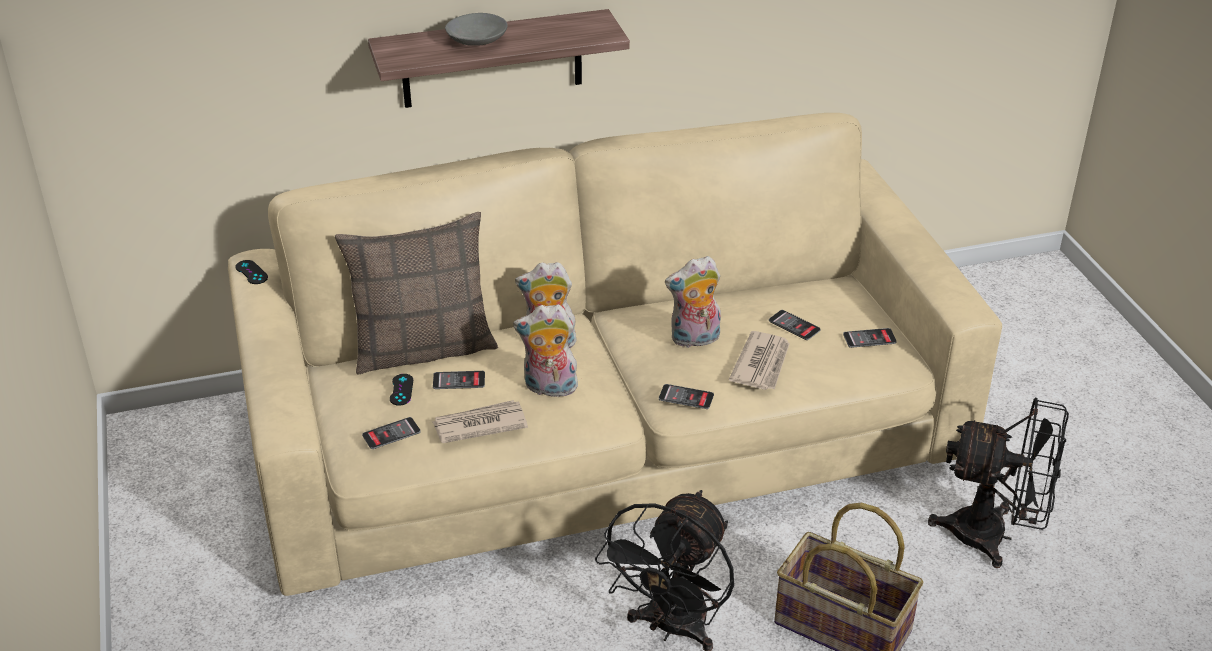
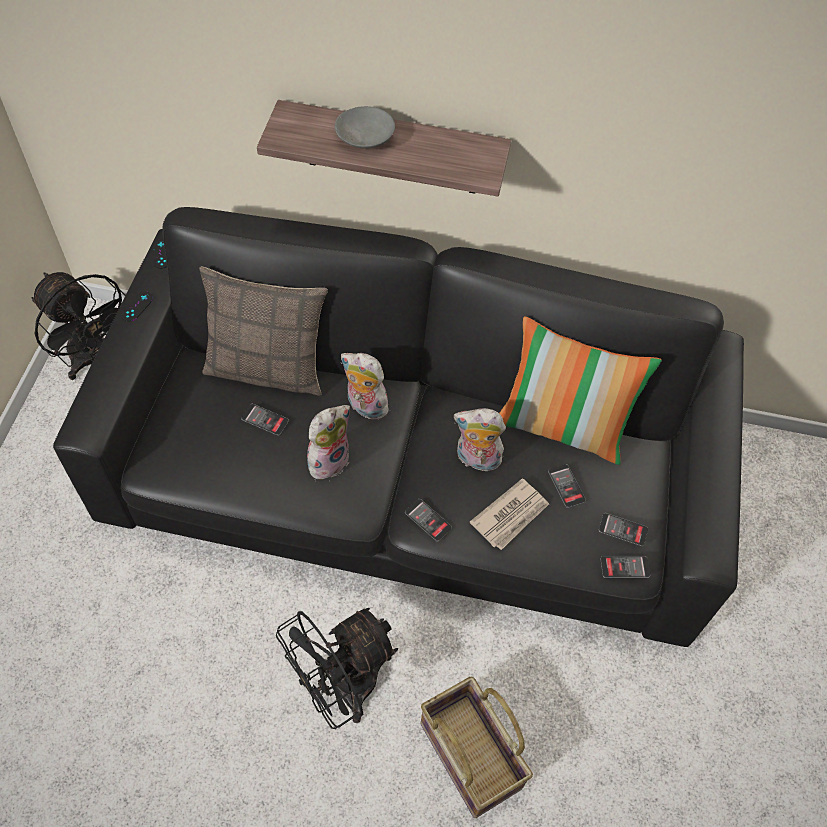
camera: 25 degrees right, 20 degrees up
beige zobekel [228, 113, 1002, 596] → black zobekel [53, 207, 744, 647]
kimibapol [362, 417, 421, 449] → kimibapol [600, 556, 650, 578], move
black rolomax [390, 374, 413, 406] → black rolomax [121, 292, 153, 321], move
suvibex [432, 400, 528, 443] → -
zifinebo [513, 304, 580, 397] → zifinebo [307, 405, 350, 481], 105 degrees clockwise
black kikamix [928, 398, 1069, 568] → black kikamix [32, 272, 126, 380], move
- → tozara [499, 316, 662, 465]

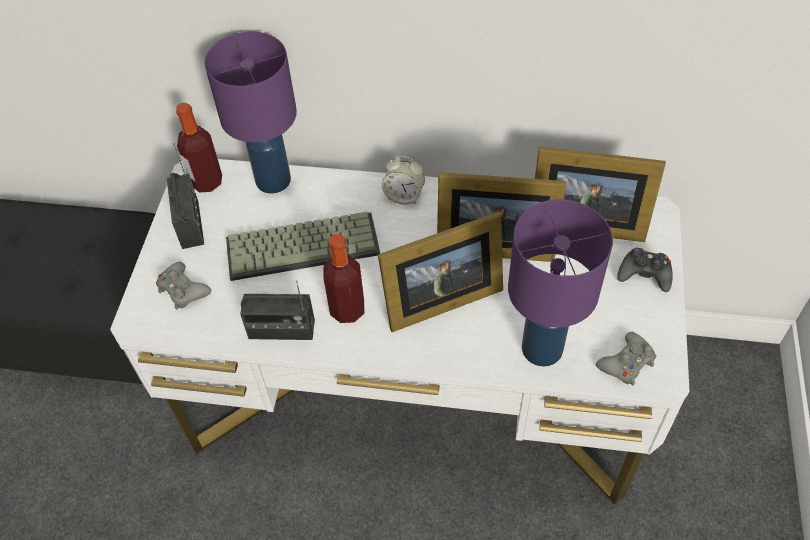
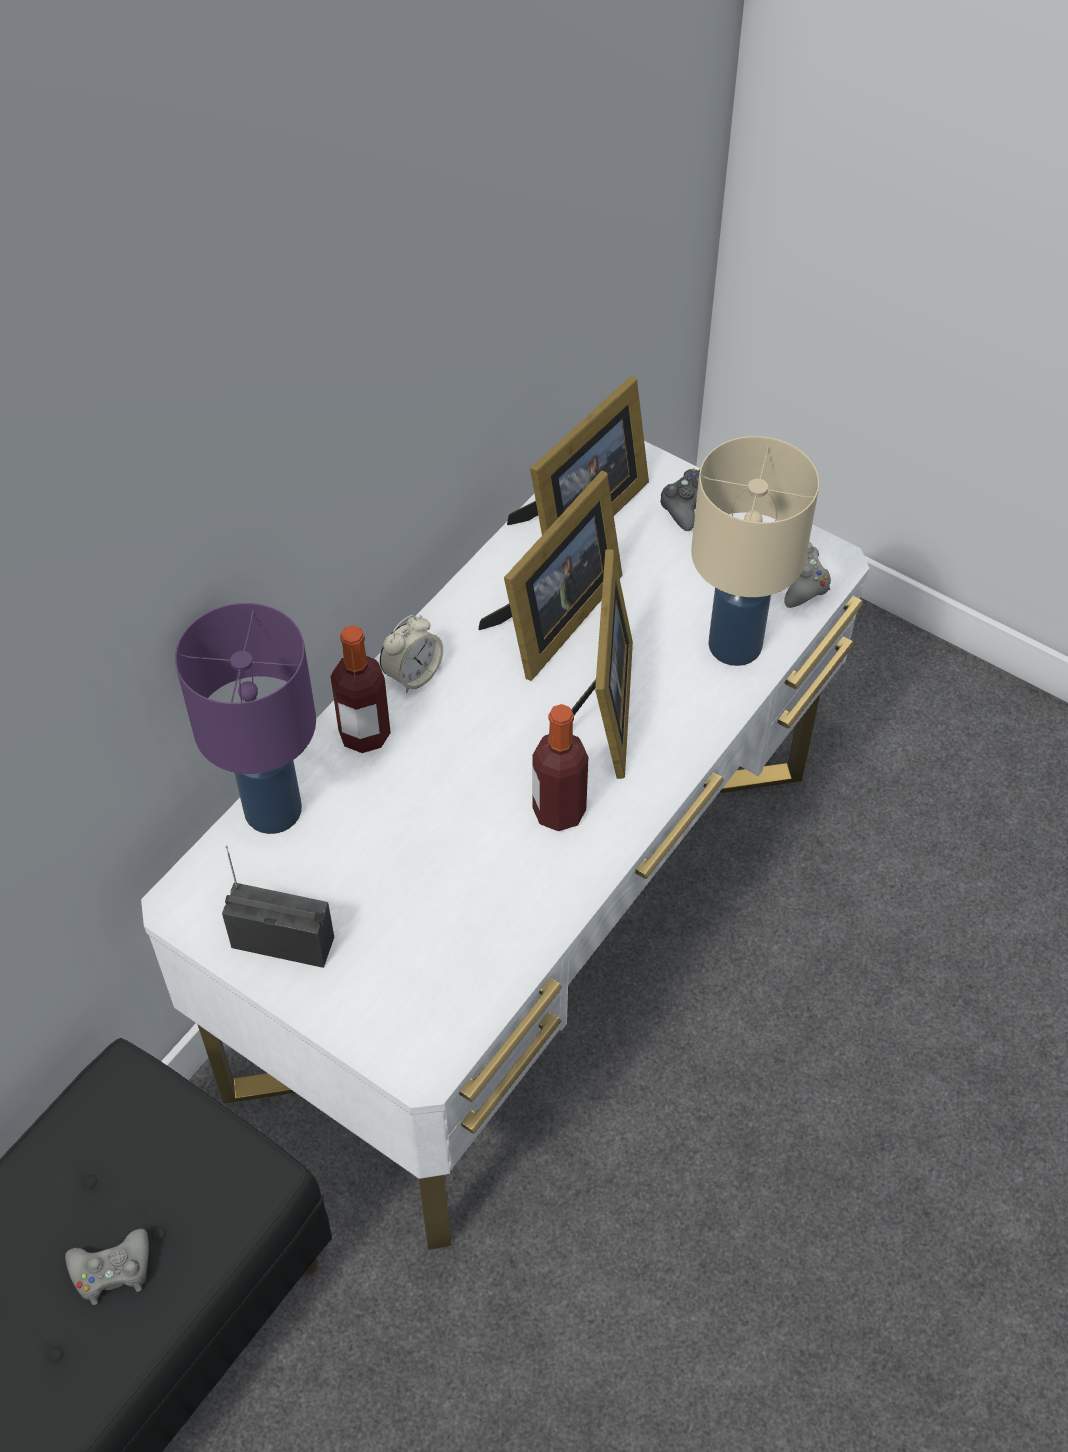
camera: 65 degrees left, 0 degrees up
grey rolomax [156, 262, 211, 310] → grey rolomax [65, 1229, 149, 1305], move
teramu [176, 103, 222, 192] → teramu [331, 625, 391, 753], move
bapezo [226, 212, 380, 281] → -
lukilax [240, 281, 315, 340] → -
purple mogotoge [508, 199, 613, 367] → beige mogotoge [691, 436, 819, 666]

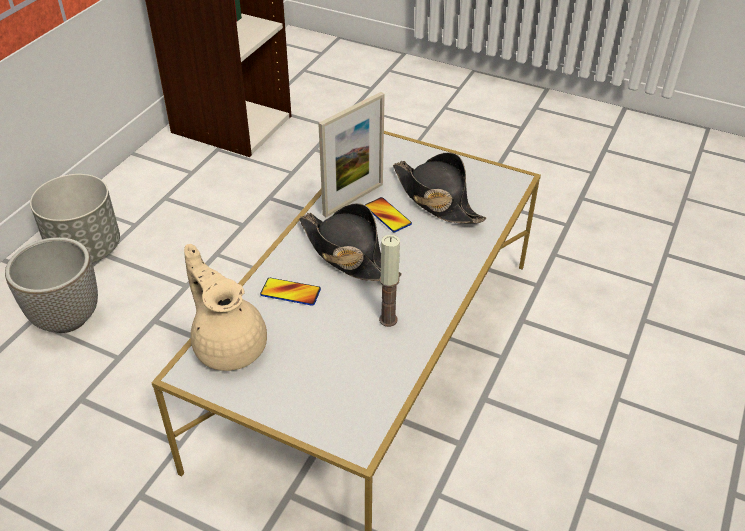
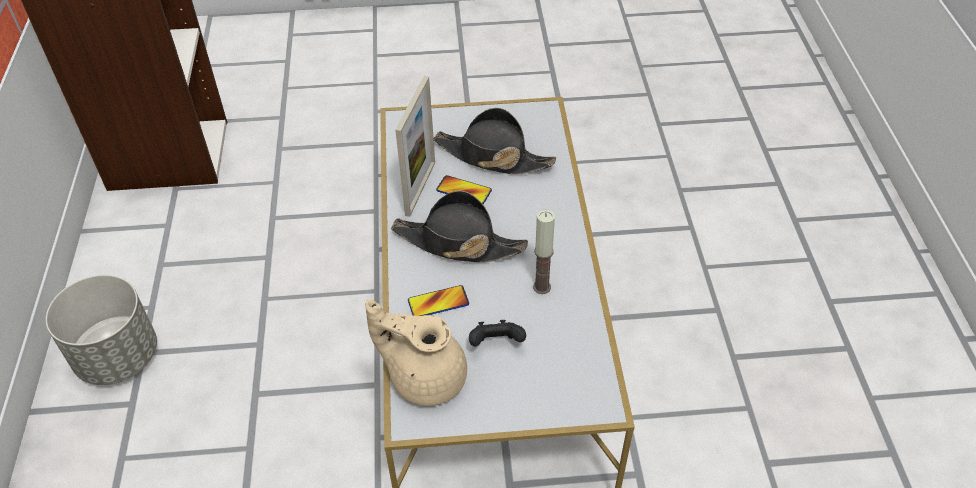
camera: 30 degrees left, 5 degrees up
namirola [5, 237, 98, 333] → -
- → black rolomax [469, 320, 526, 347]

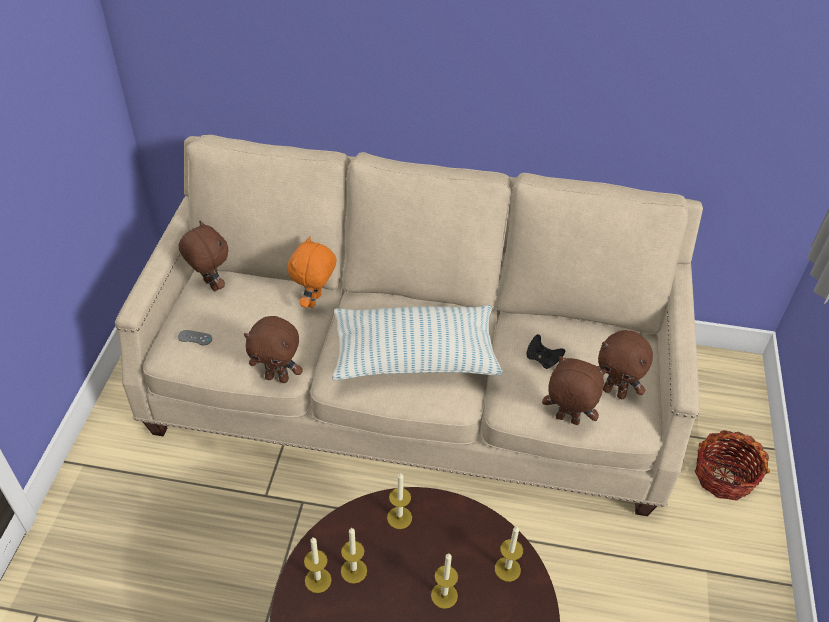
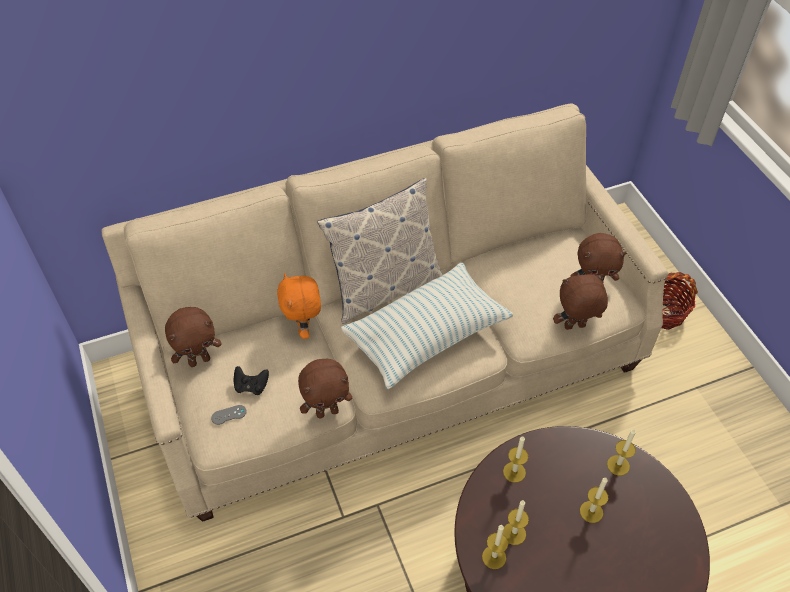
camera: 30 degrees left, 5 degrees up
brown zifinebo [178, 221, 228, 291] → brown zifinebo [165, 307, 221, 367], 135 degrees clockwise
black rolomax [526, 334, 565, 369] → black rolomax [234, 366, 269, 395], move
- → tozara [317, 178, 443, 324]

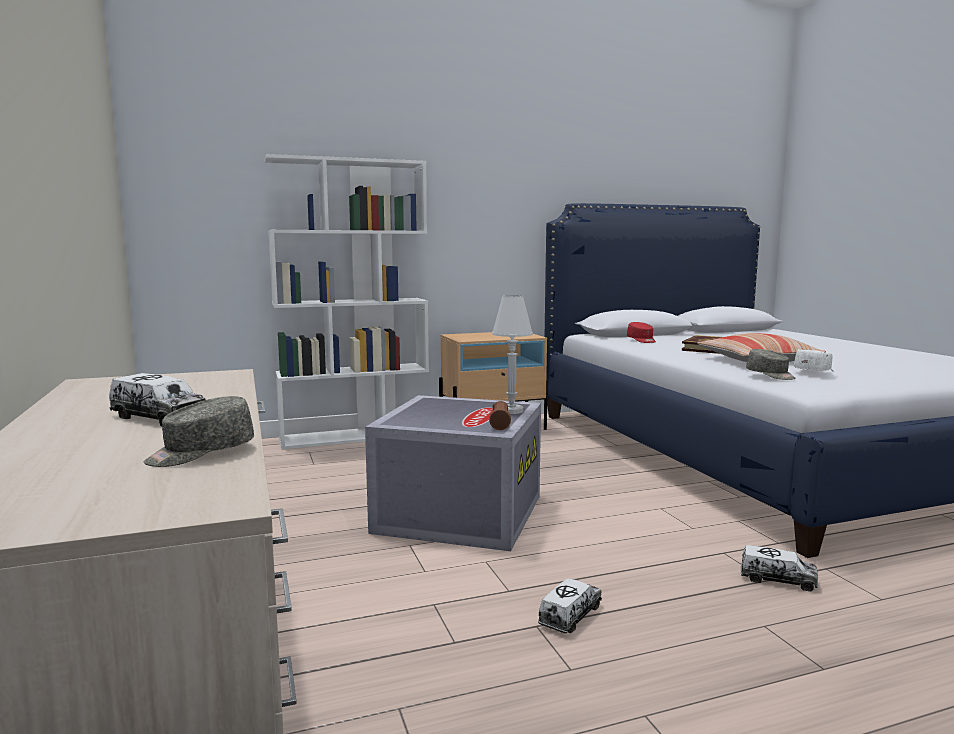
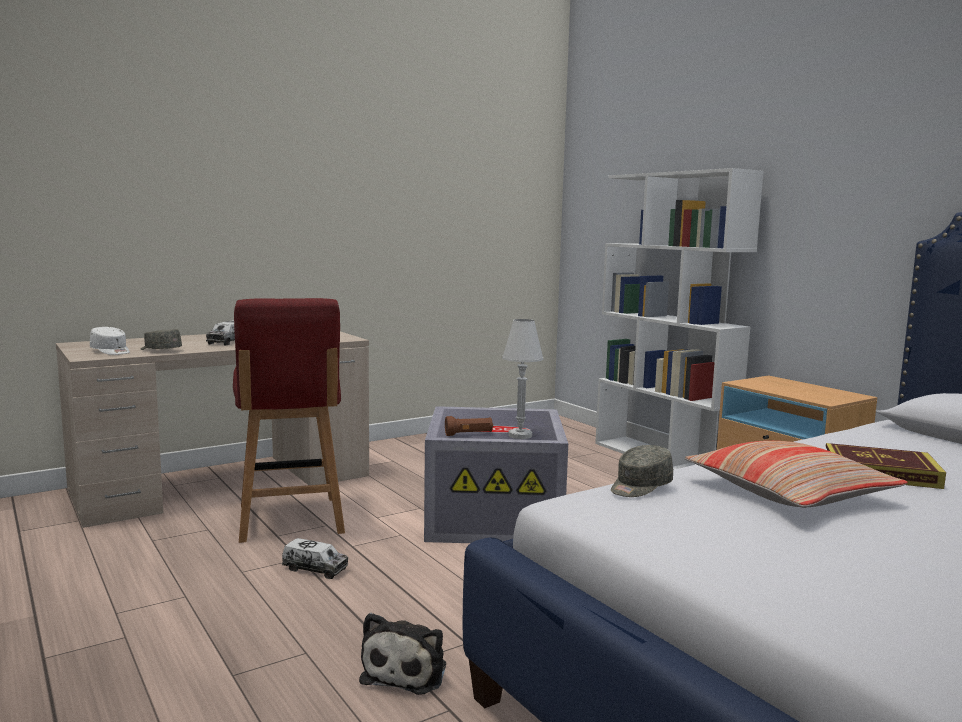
camera: 75 degrees right, 0 degrees up
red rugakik [627, 322, 656, 343] → -
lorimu [741, 545, 818, 591] → zifinebo [359, 613, 446, 695]
white rugakik [794, 349, 834, 372] → white rugakik [90, 327, 130, 355], move
- → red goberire [233, 298, 345, 543]

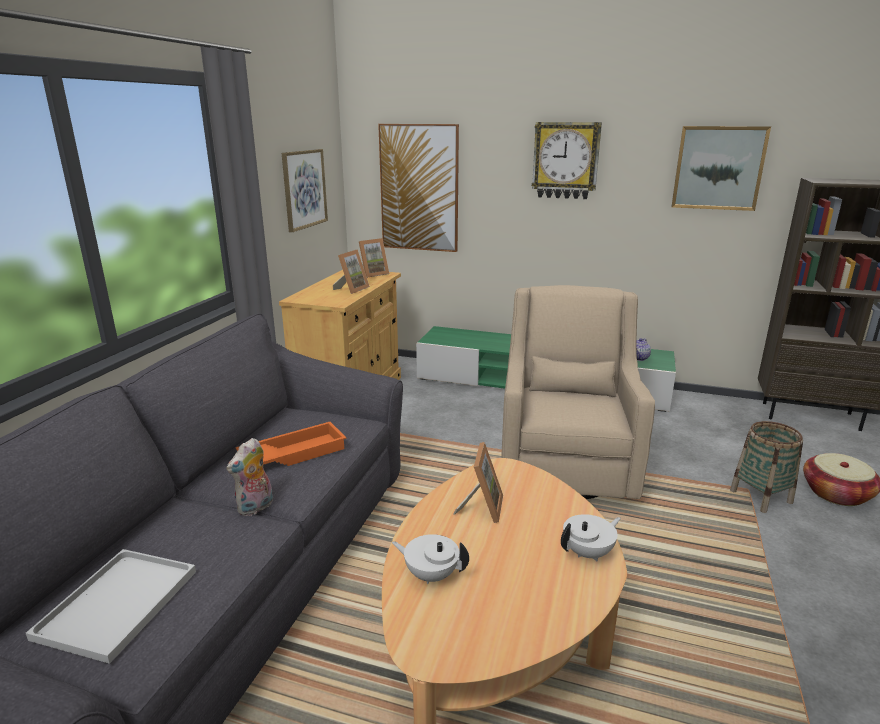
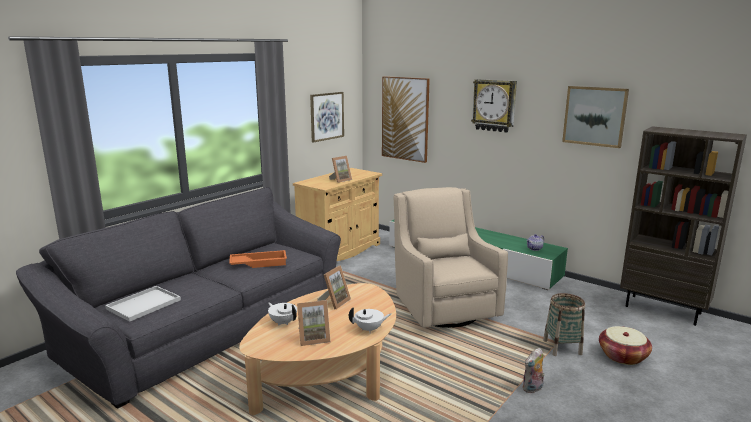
camera: 20 degrees right, 5 degrees down
zifinebo [227, 438, 273, 516] → zifinebo [523, 348, 544, 393], move
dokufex [359, 238, 389, 278] → dokufex [297, 300, 330, 346], move
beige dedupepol [501, 285, 655, 499] → beige dedupepol [394, 187, 508, 328], 45 degrees counterclockwise

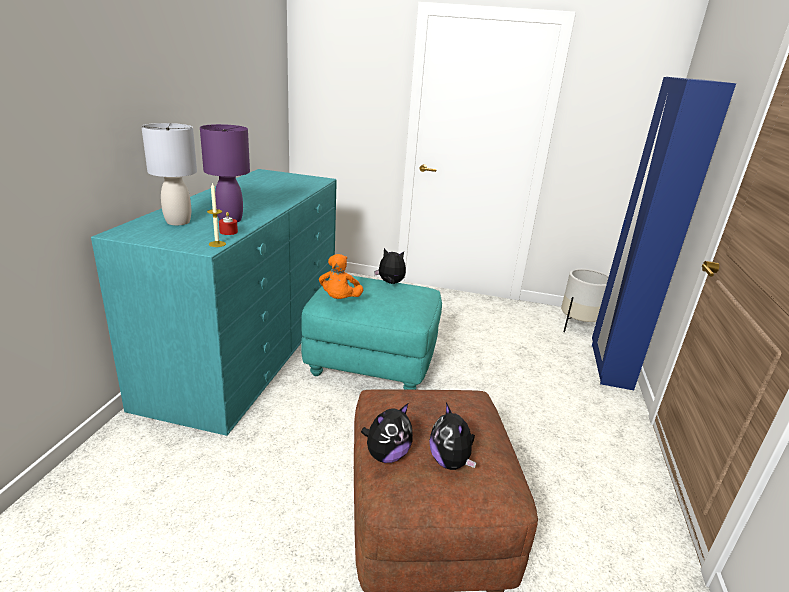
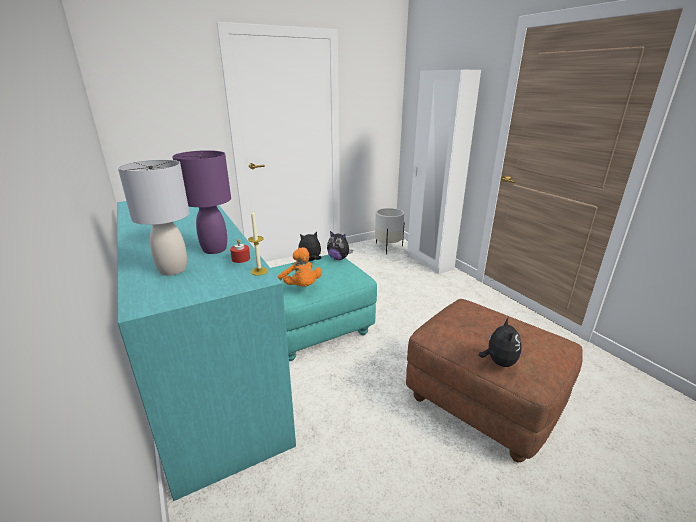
camera: 40 degrees left, 0 degrees up
zifinebo [429, 403, 476, 470] → zifinebo [327, 231, 353, 260], move
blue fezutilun [592, 77, 736, 390] → white fezutilun [407, 70, 481, 274]

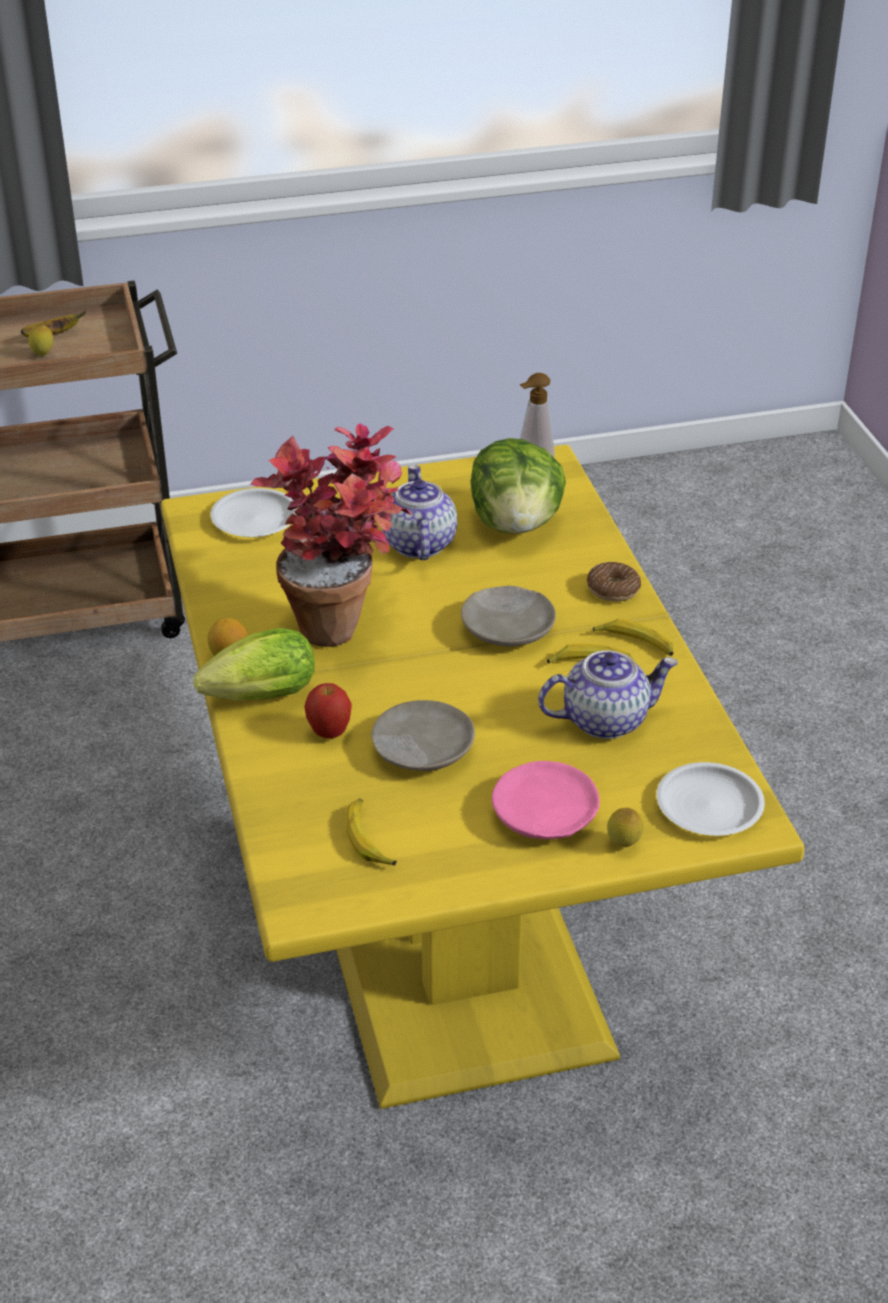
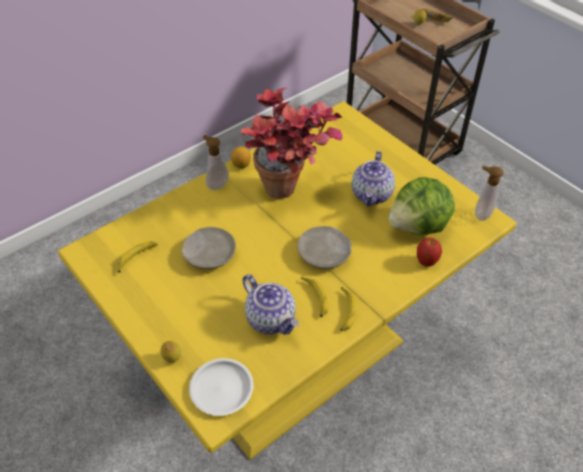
camera: 65 degrees right, 10 degrees up
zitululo [194, 628, 315, 700] → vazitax [203, 135, 229, 190]
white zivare [210, 488, 298, 537] → -
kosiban [304, 683, 352, 739] → kosiban [417, 238, 442, 267], move
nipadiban [382, 465, 457, 560] → nipadiban [352, 151, 395, 206], 135 degrees clockwise
pink zivare [492, 761, 600, 839] → -
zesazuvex [587, 562, 641, 602] → -

